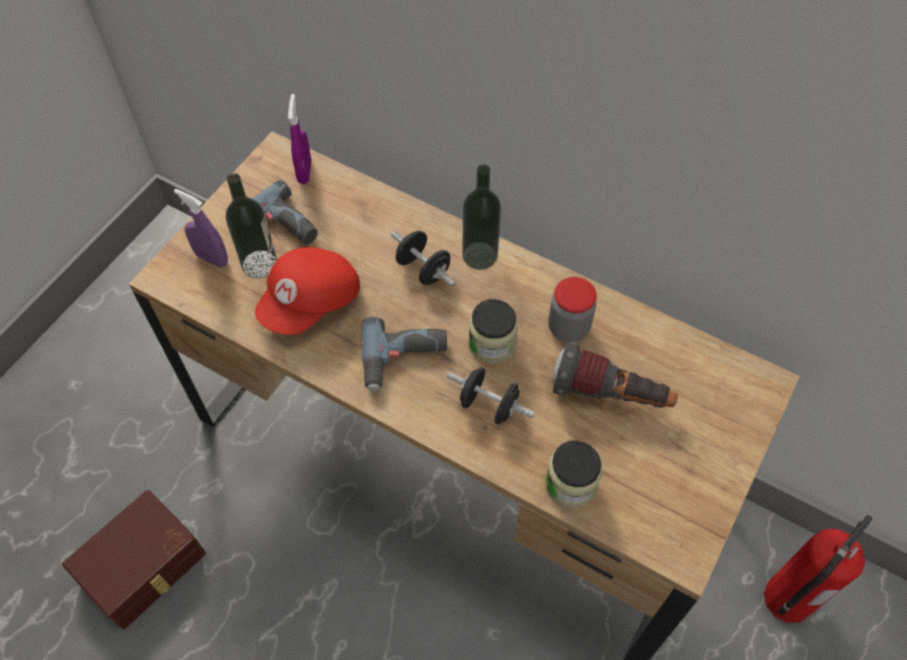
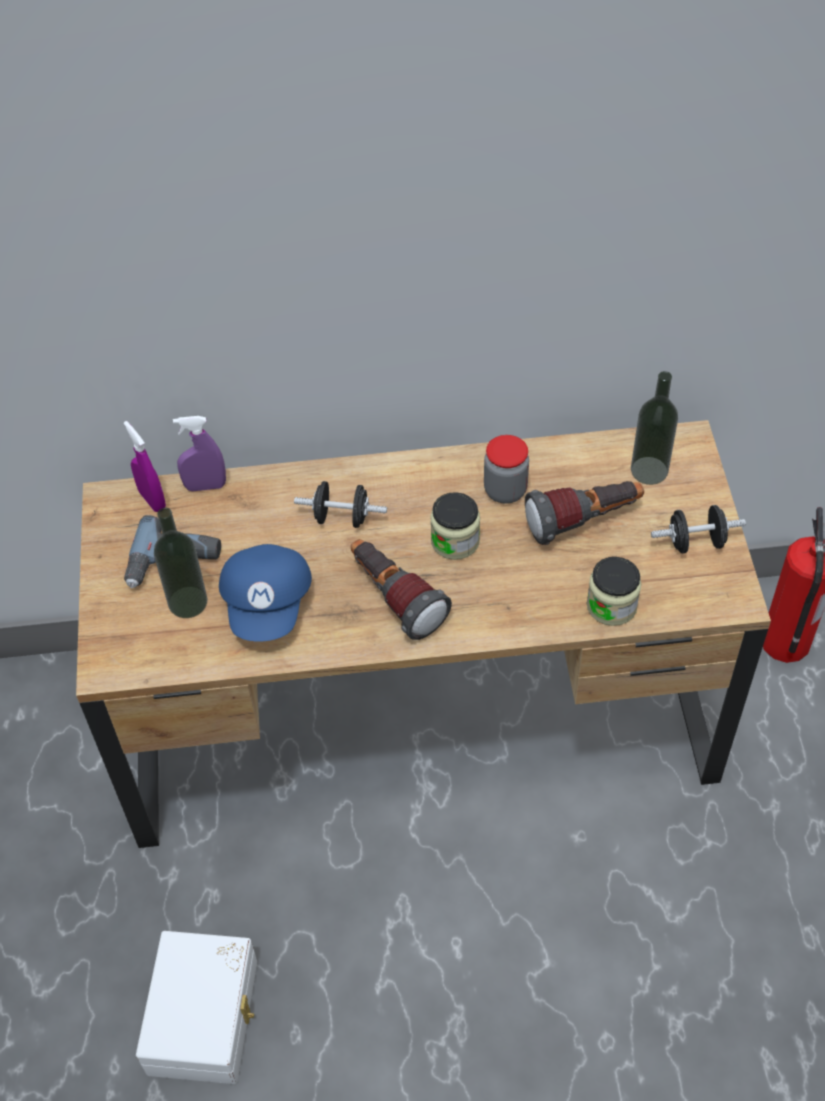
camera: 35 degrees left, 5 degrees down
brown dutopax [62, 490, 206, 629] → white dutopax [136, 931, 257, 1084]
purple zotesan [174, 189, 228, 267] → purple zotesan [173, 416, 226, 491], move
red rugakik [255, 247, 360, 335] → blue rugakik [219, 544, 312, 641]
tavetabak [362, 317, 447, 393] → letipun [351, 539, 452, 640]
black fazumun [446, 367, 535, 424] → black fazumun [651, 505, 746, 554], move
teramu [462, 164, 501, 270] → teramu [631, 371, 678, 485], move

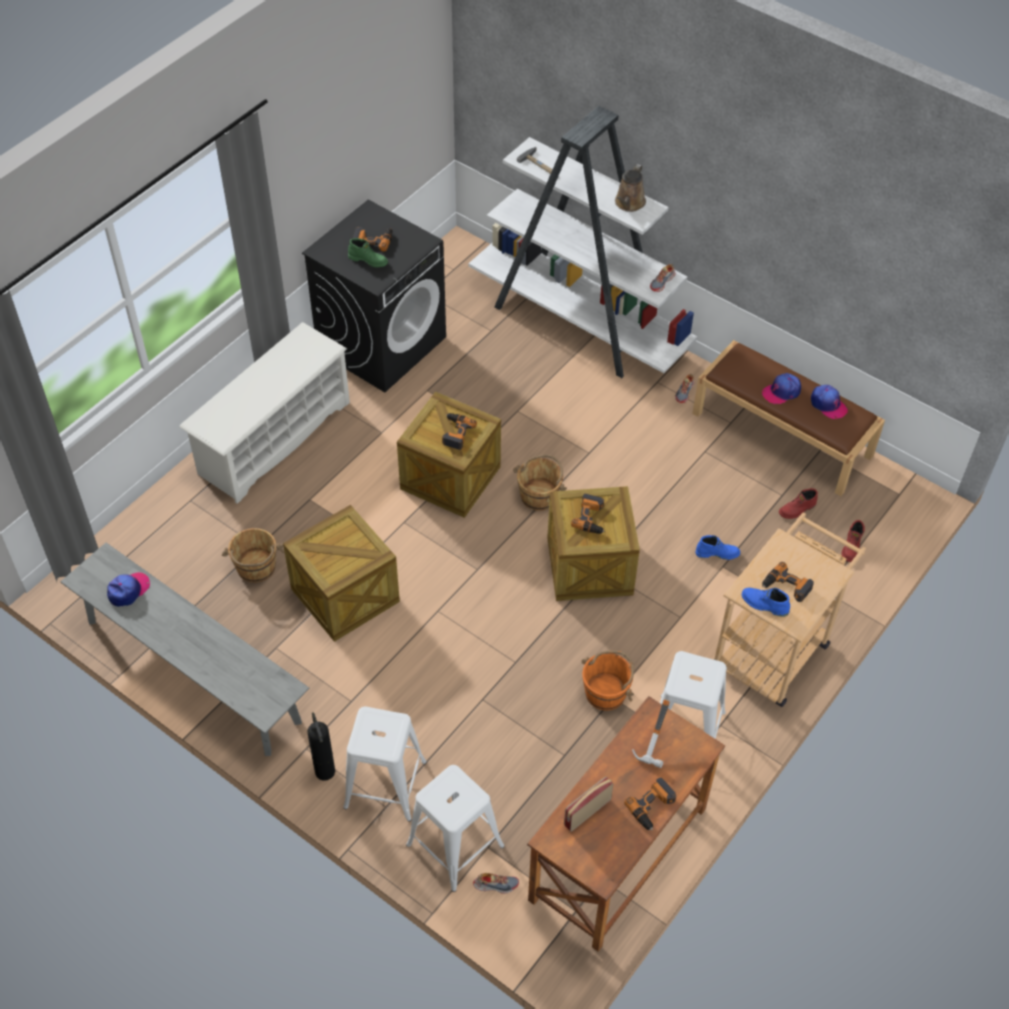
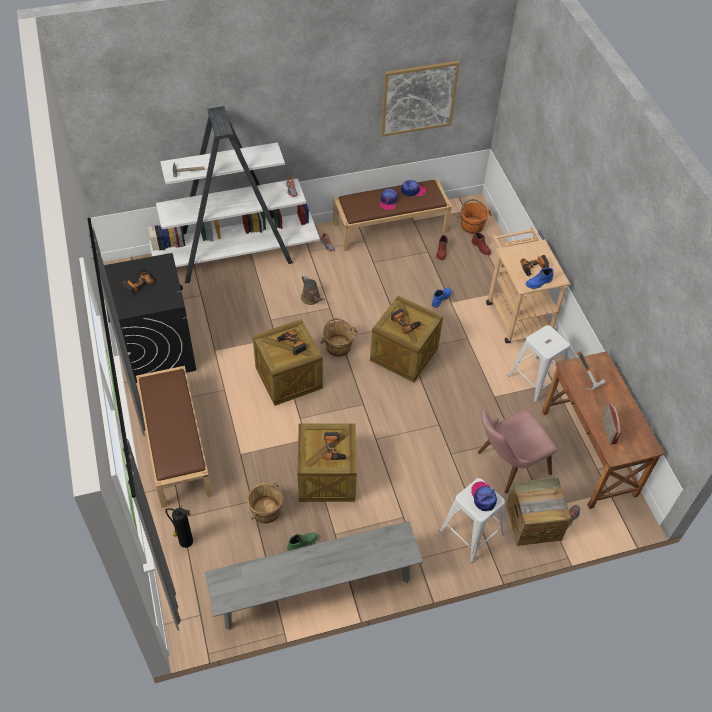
camera: 55 degrees left, 0 degrees up
rugakik [107, 572, 150, 607] → rugakik [471, 481, 497, 511], move
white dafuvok [179, 322, 350, 504] → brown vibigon [136, 366, 213, 508]
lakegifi [307, 712, 335, 781] → lakegifi [165, 508, 193, 548], move
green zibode [348, 238, 388, 267] → green zibode [287, 532, 318, 551], move
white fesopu [406, 765, 504, 892] → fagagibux [506, 477, 571, 546]
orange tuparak [582, 651, 634, 710] → orange tuparak [457, 199, 492, 234], move
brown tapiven [615, 164, 646, 212] → brown tapiven [301, 275, 325, 305], move
tavetabak [624, 778, 676, 830] → tavetabak [322, 432, 347, 460], move
- → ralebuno [381, 61, 460, 137]
- → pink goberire [478, 409, 557, 494]

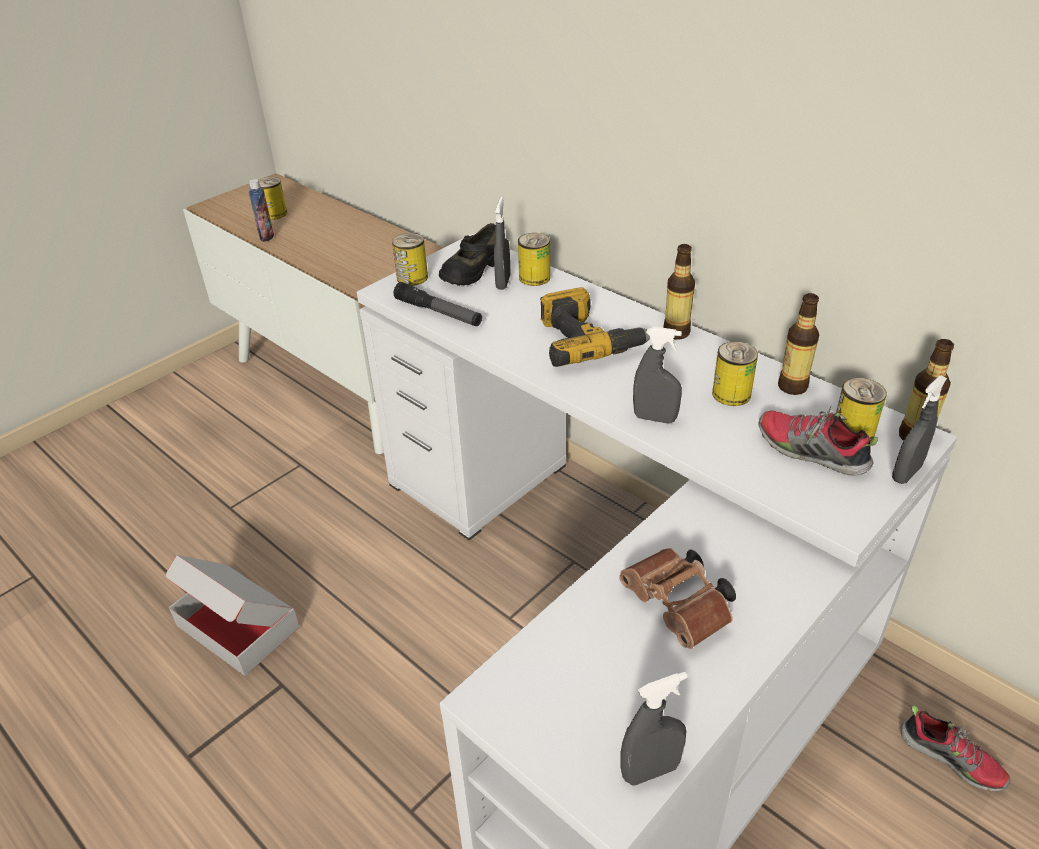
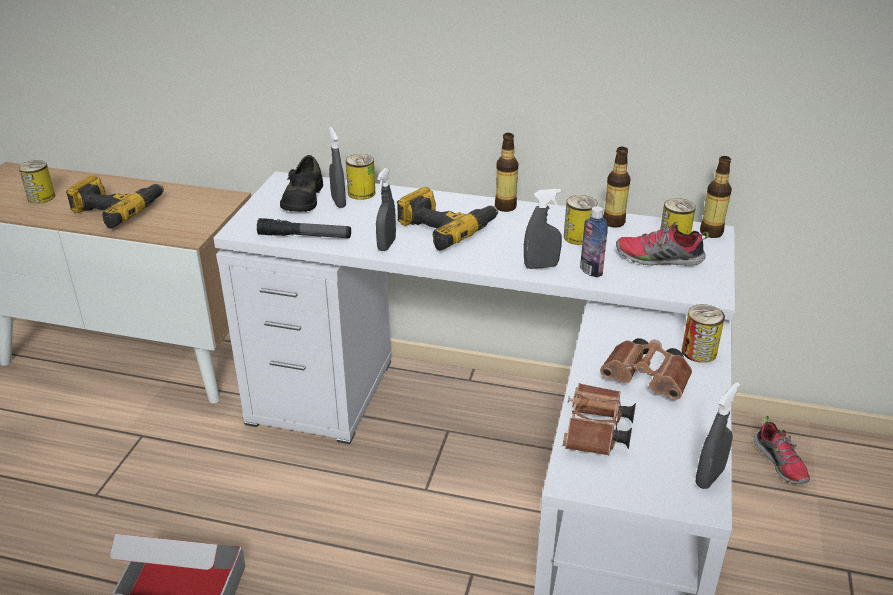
camera: 30 degrees left, 5 degrees down
teramu [249, 179, 274, 242] → teramu [580, 206, 608, 277], move
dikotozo [392, 233, 428, 286] → dikotozo [682, 304, 725, 363], move
grey zotesan [892, 375, 947, 484] → grey zotesan [376, 168, 396, 251], move
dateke [900, 705, 1010, 791] → dateke [754, 416, 810, 484], 60 degrees clockwise
- → tavetabak [66, 175, 164, 229]
- → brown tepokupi [563, 383, 636, 455]

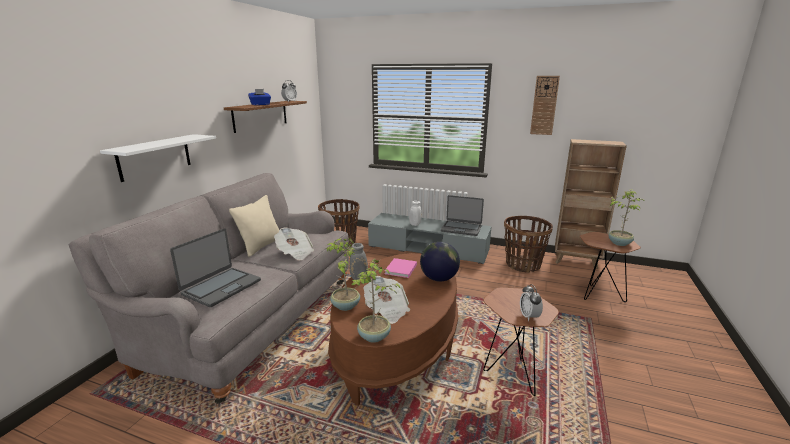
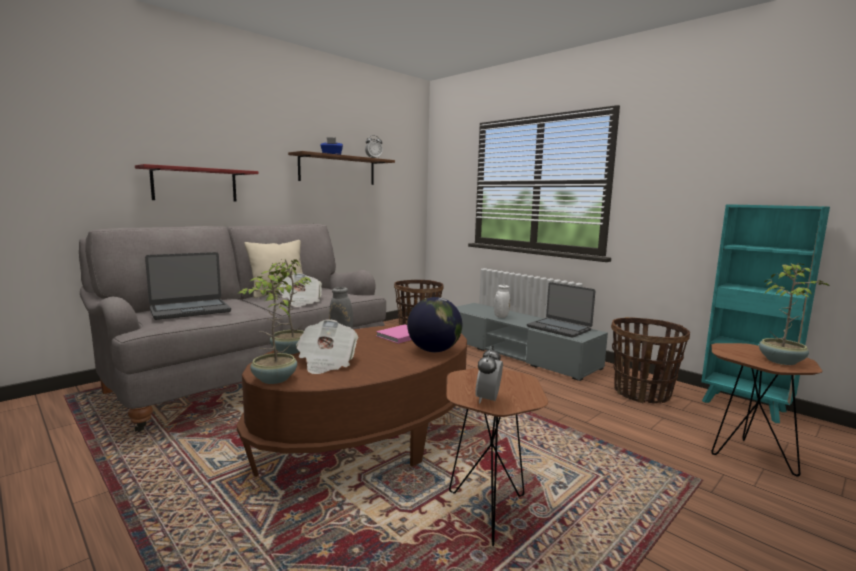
camera: 25 degrees right, 10 degrees down
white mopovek [100, 134, 216, 182] → red mopovek [135, 164, 258, 201]
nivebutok [530, 76, 560, 135] → -
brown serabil [555, 139, 627, 269] → turquoise serabil [701, 204, 830, 423]

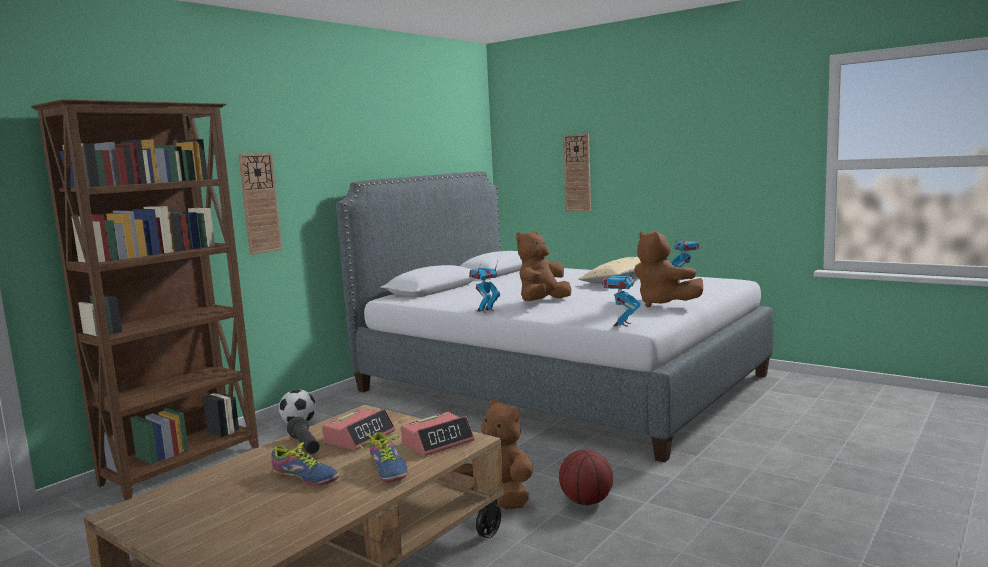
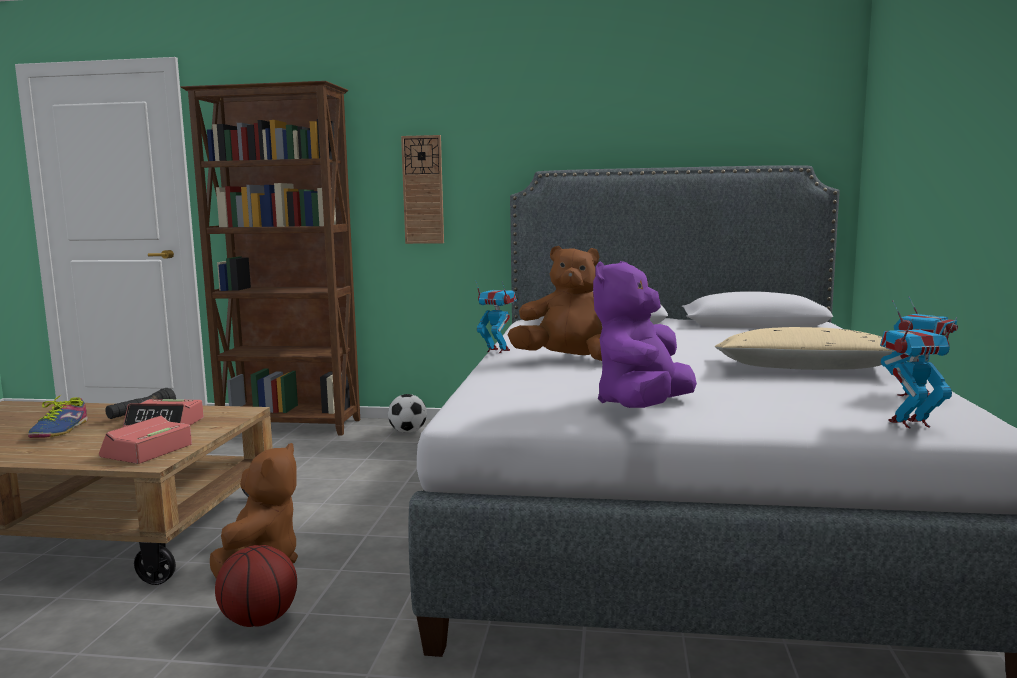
camera: 60 degrees right, 0 degrees up
dateke [360, 432, 408, 482] → -
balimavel [401, 412, 474, 456] → balimavel [99, 416, 192, 464], 90 degrees clockwise
nivebutok [563, 134, 591, 211] → -
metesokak [602, 266, 641, 326] → metesokak [880, 317, 957, 429], move
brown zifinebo [635, 232, 703, 307] → purple zifinebo [593, 261, 697, 408]

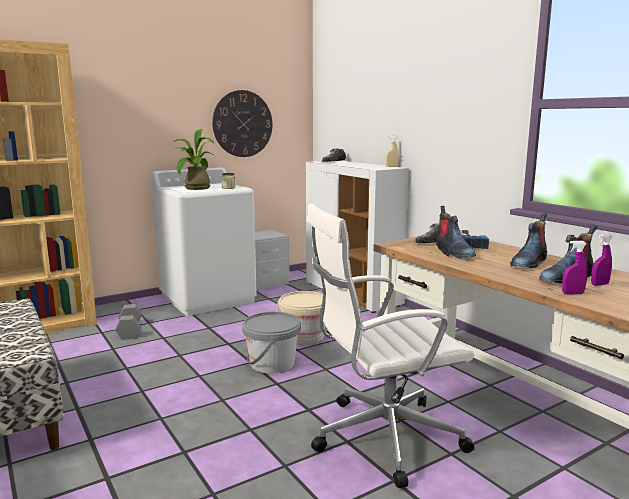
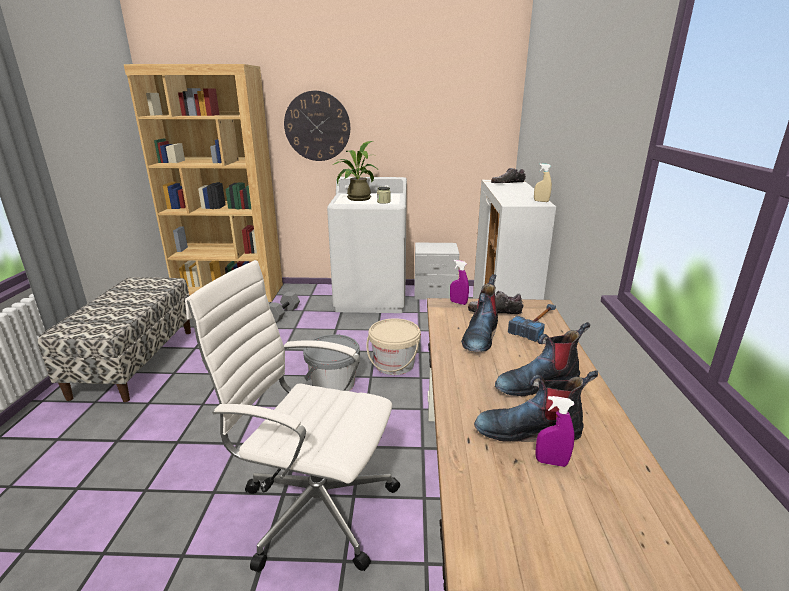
camera: 35 degrees right, 10 degrees up
nivebutok [212, 90, 273, 157] → nivebutok [284, 91, 350, 161], move
purple zotesan [562, 241, 588, 294] → purple zotesan [450, 260, 469, 305], move

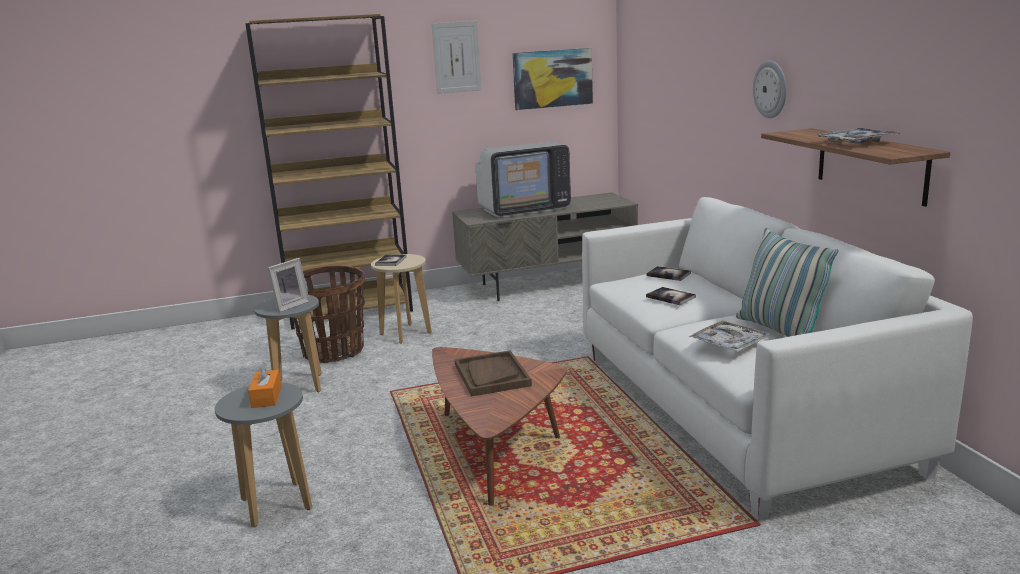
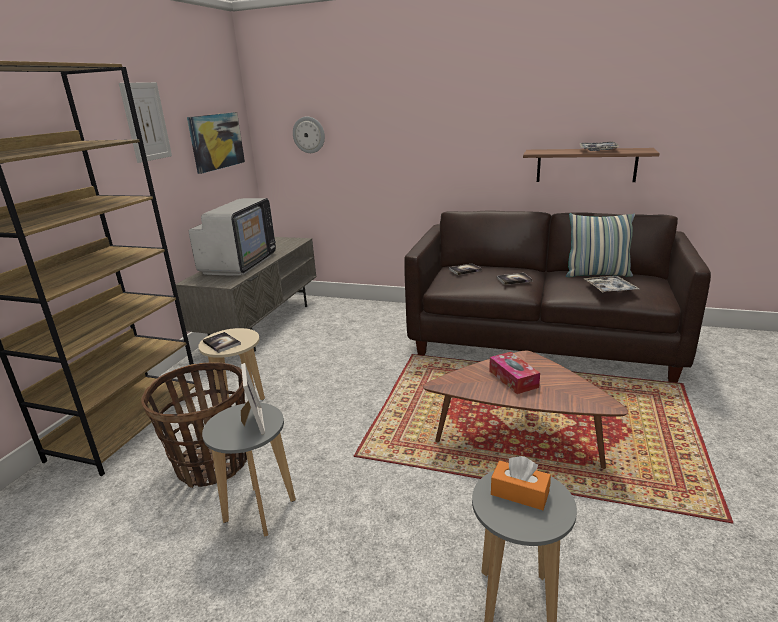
camera: 55 degrees left, 5 degrees up
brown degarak [455, 350, 532, 397] → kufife [489, 352, 540, 394]
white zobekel [582, 197, 973, 521] → brown zobekel [404, 211, 711, 383]
nivebutok [753, 61, 787, 118] → nivebutok [293, 116, 325, 153], move

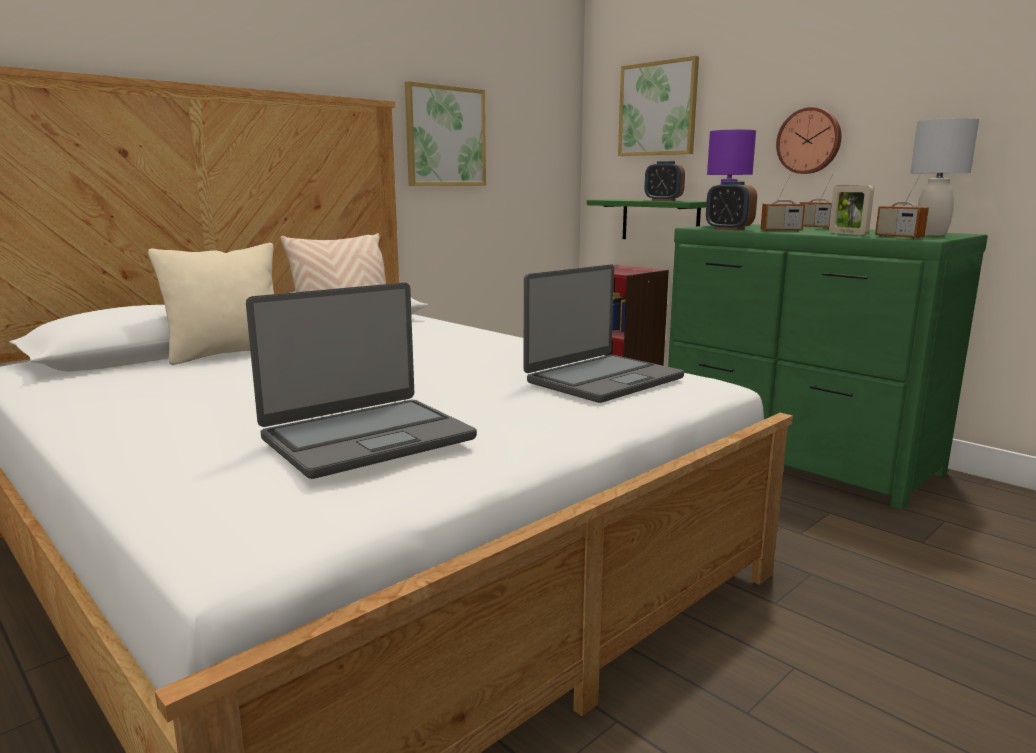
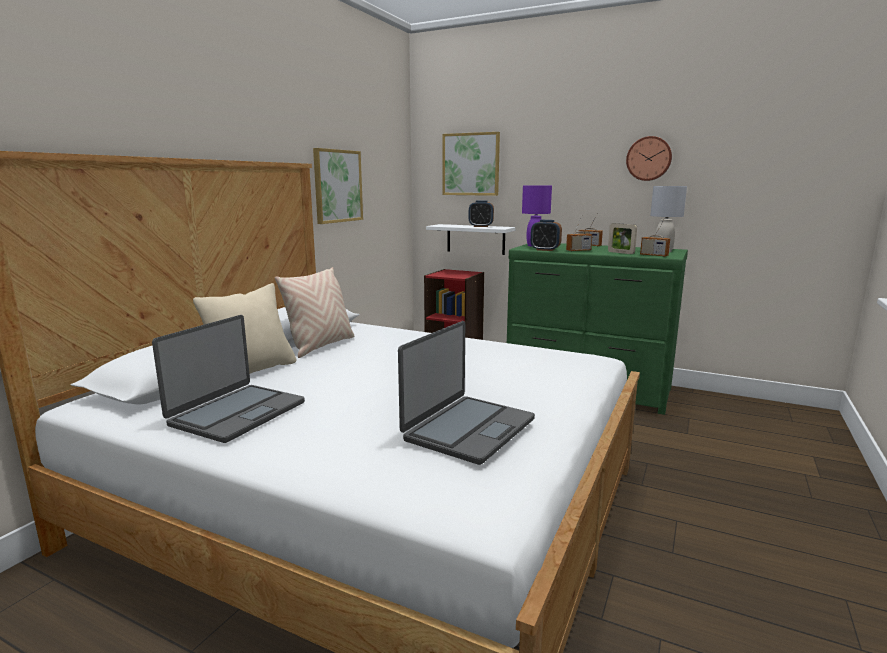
camera: 20 degrees left, 0 degrees up
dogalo [524, 264, 684, 403] → dogalo [152, 315, 305, 443], move
green mopovek [587, 199, 707, 239] → white mopovek [426, 224, 515, 255]
nivebutok [776, 107, 841, 174] → nivebutok [626, 136, 672, 181], move

